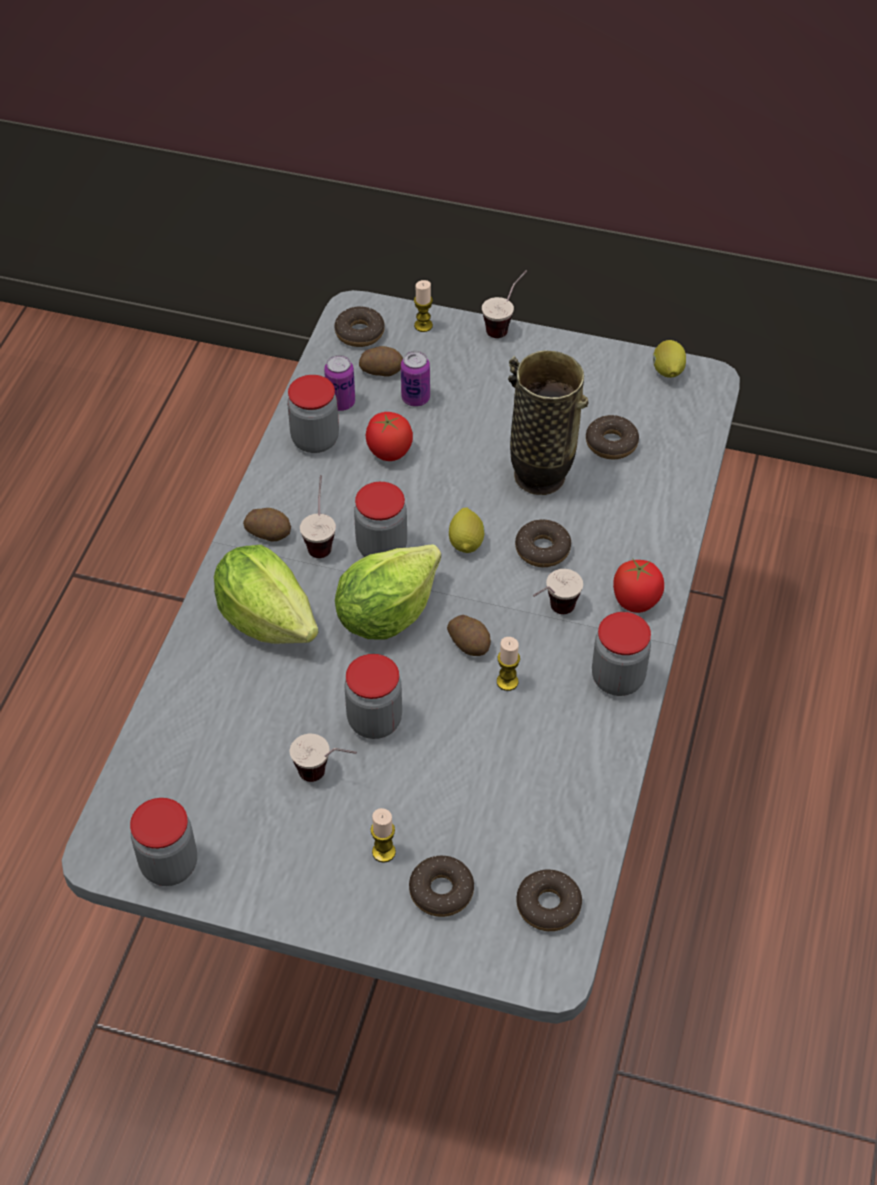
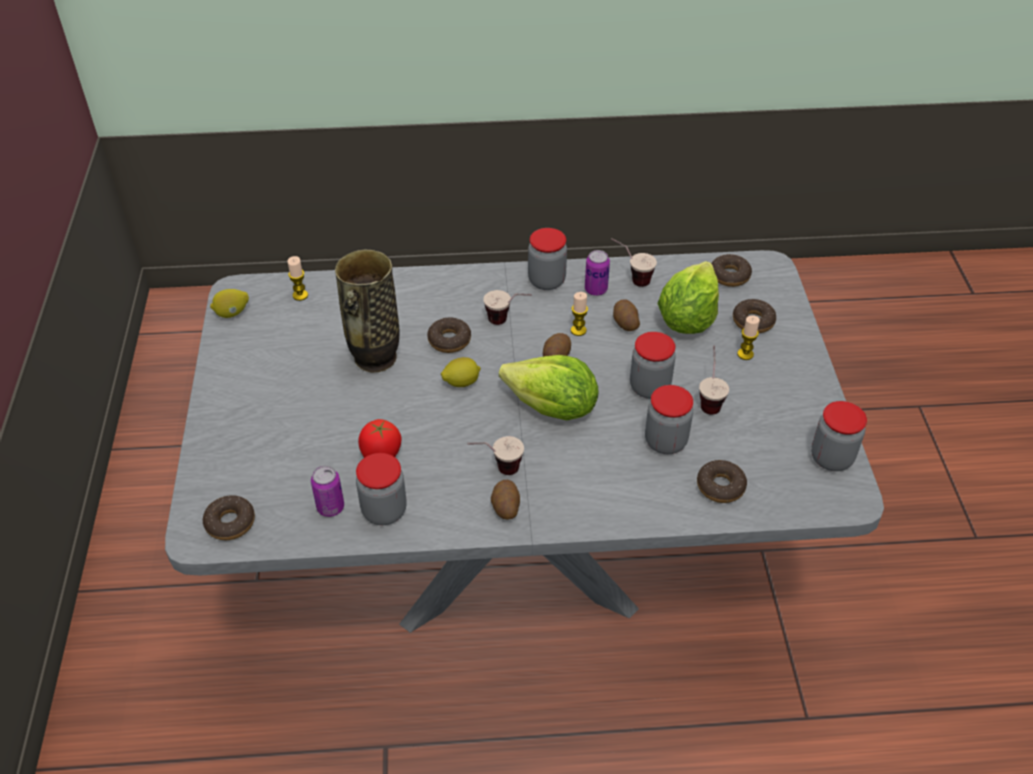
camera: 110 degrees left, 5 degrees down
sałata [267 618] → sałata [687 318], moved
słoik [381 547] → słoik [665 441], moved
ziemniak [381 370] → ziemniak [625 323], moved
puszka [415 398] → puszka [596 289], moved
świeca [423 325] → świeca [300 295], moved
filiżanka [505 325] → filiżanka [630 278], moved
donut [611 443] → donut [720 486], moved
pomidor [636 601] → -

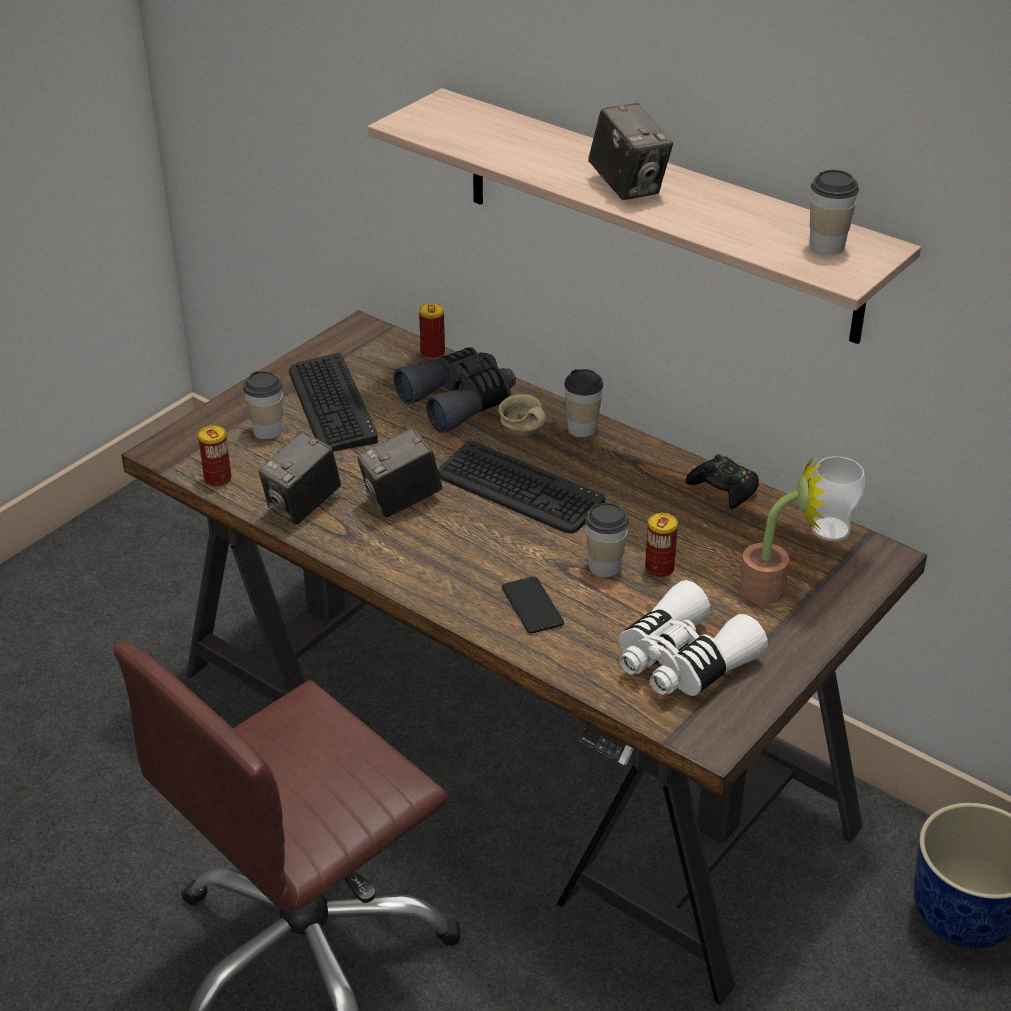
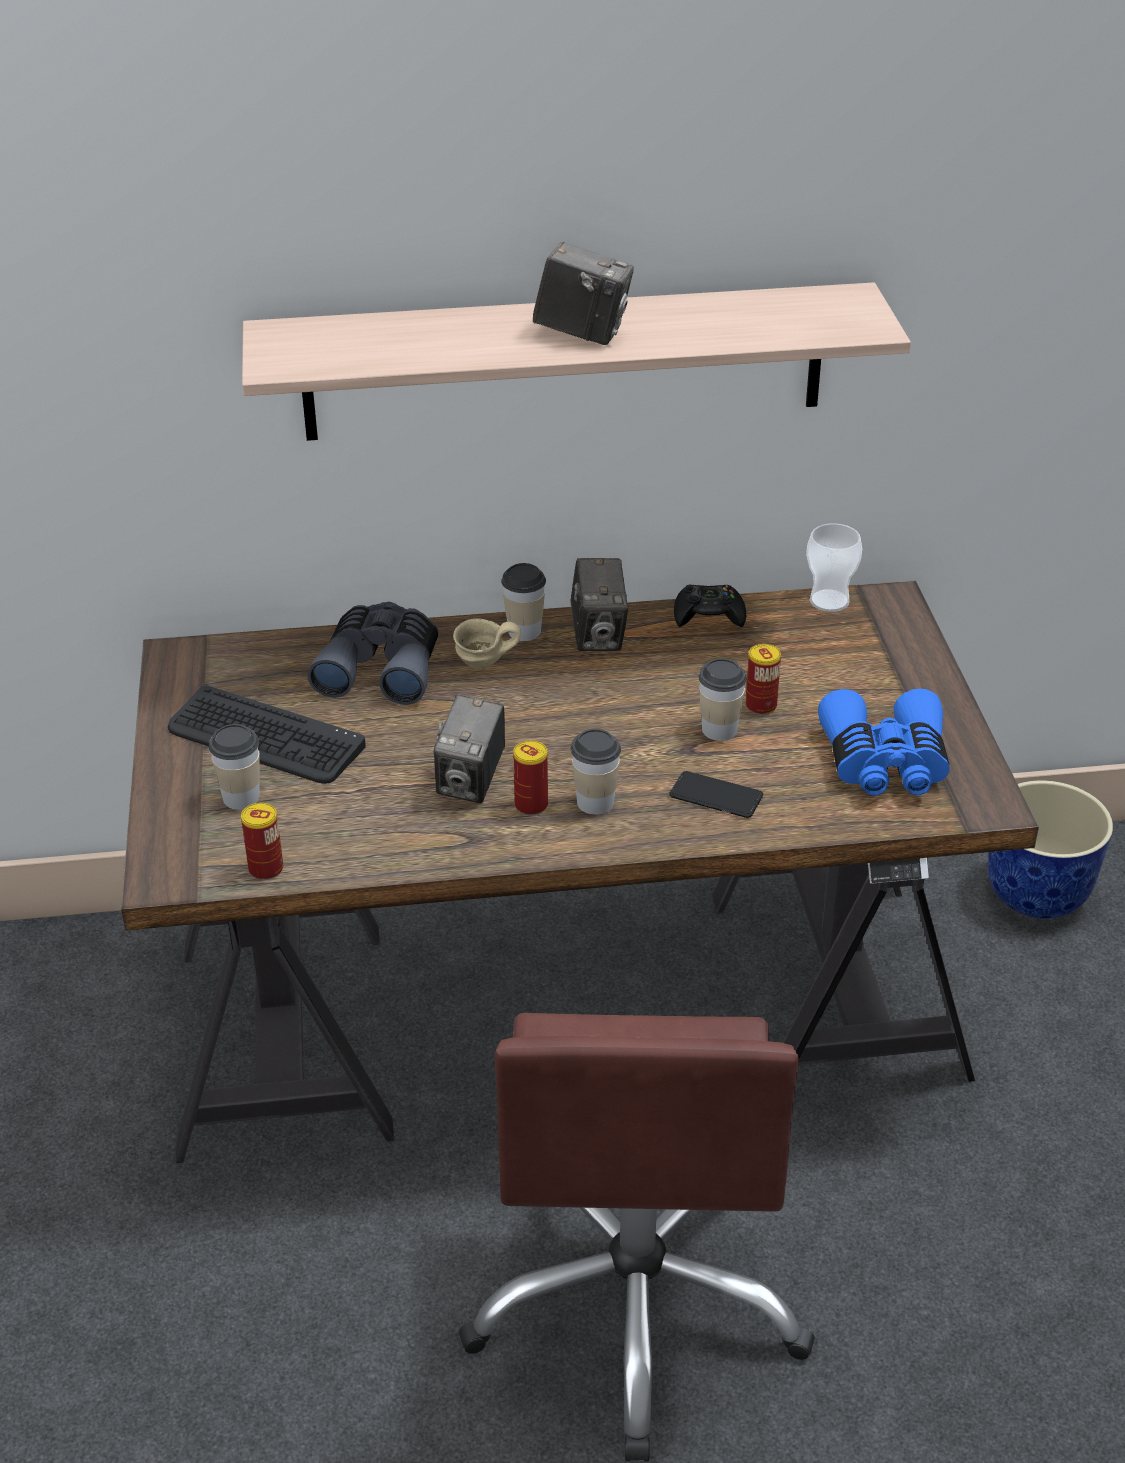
camera: 45 degrees left, 0 degrees up
aparat fotograficzny [303 506] → aparat fotograficzny [598 636], moved
puszka [432 353] → puszka [531 805], moved
klawiatura [519 490] → -
lornetka [biały] [682 661] → lornetka [niebieski] [885 763]
roślina doniczkowa [772 588] → -
filiżanka [827 246] → filiżanka [595 802], moved

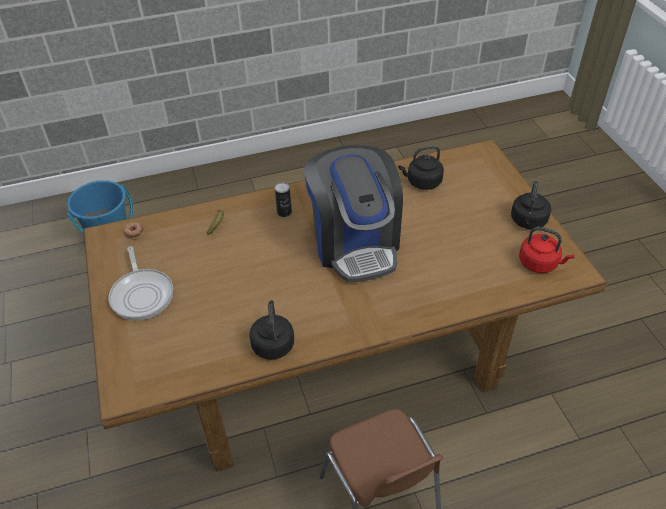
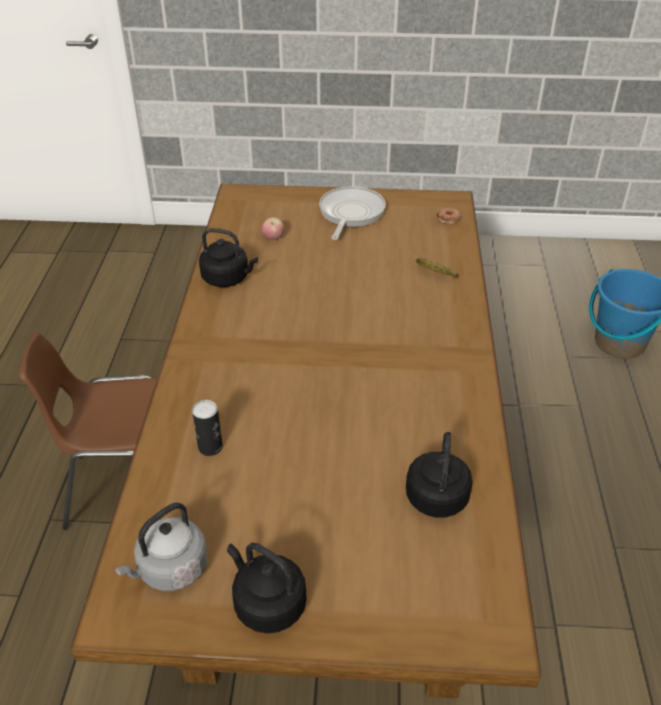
camera: 110 degrees right, 5 degrees down
patelnia [142 294] → patelnia [350 214], 105 degrees clockwise
puszka [284 212] → puszka [210 447], moved
ekspres do kawy [355 243] → -
czajnik [czerwony] [540 263] → czajnik [szary] [170 570]
- → jabłko [273 238]

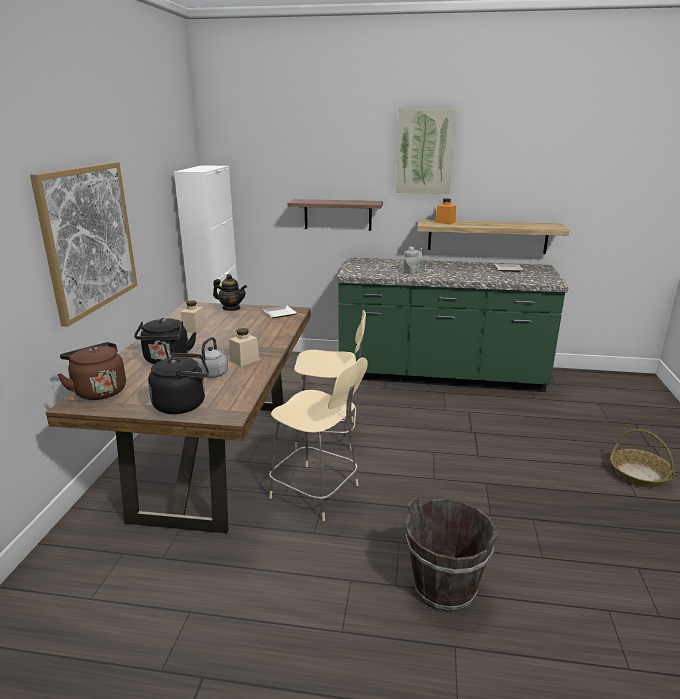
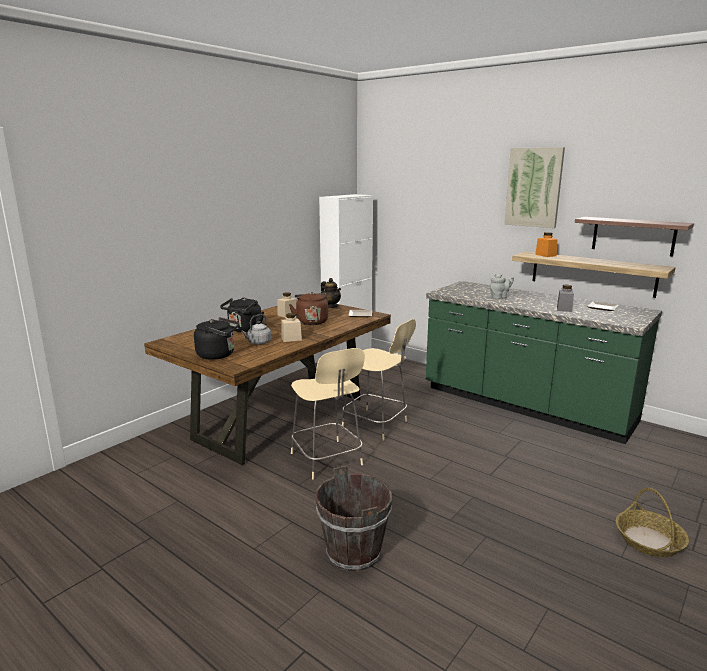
camera: 30 degrees right, 5 degrees down
obraz [89 238] → -
czajnik [brązowy] [98 391] → czajnik [brązowy] [311 321], moved
półka [337 214] → półka [633 236], moved
- → słoik [szary] [564 309]

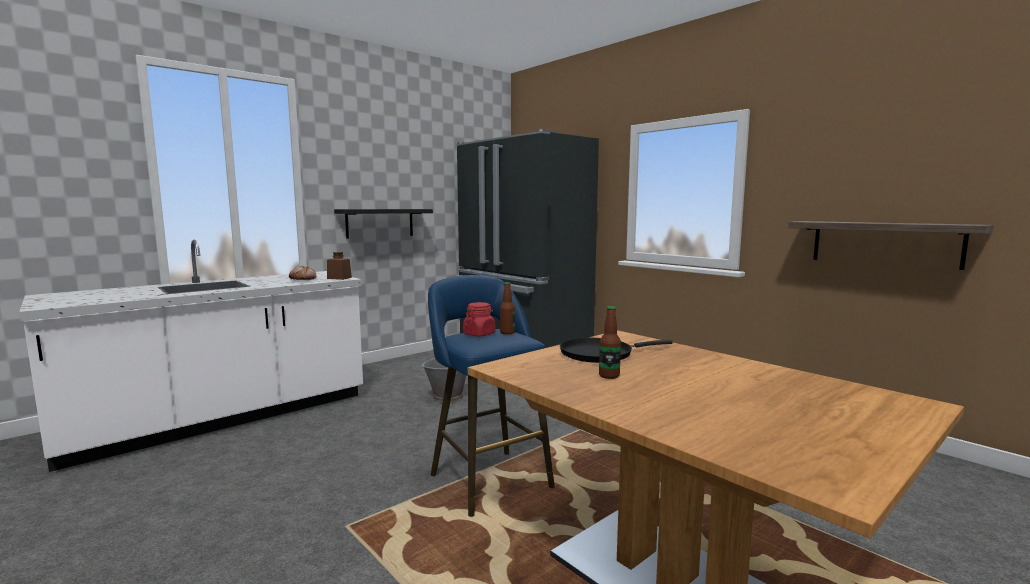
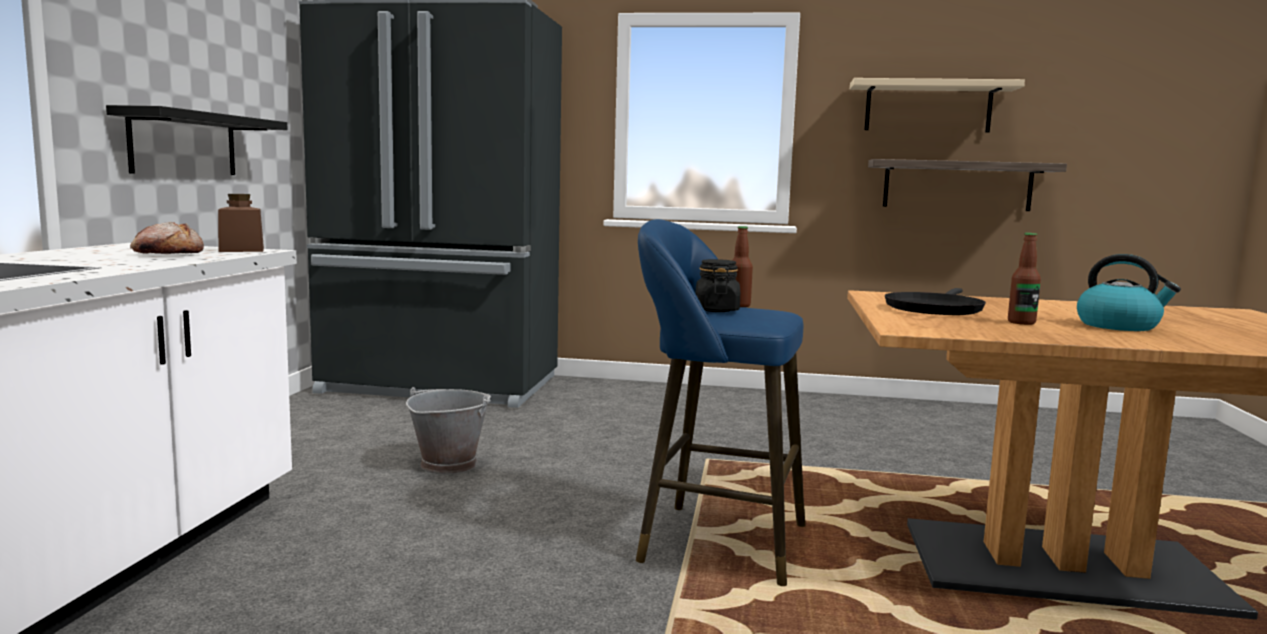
camera: 40 degrees left, 0 degrees up
słoik [czerwony] [479 334] → słoik [czarny] [716 310]
- → półka [beżowy] [928 107]
- → czajnik [1119 326]

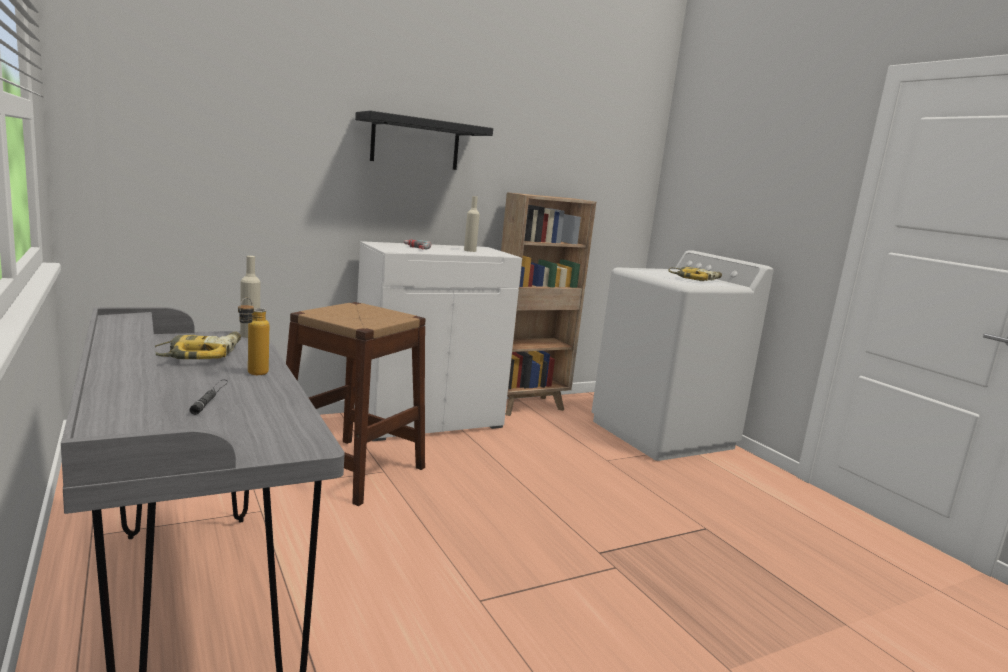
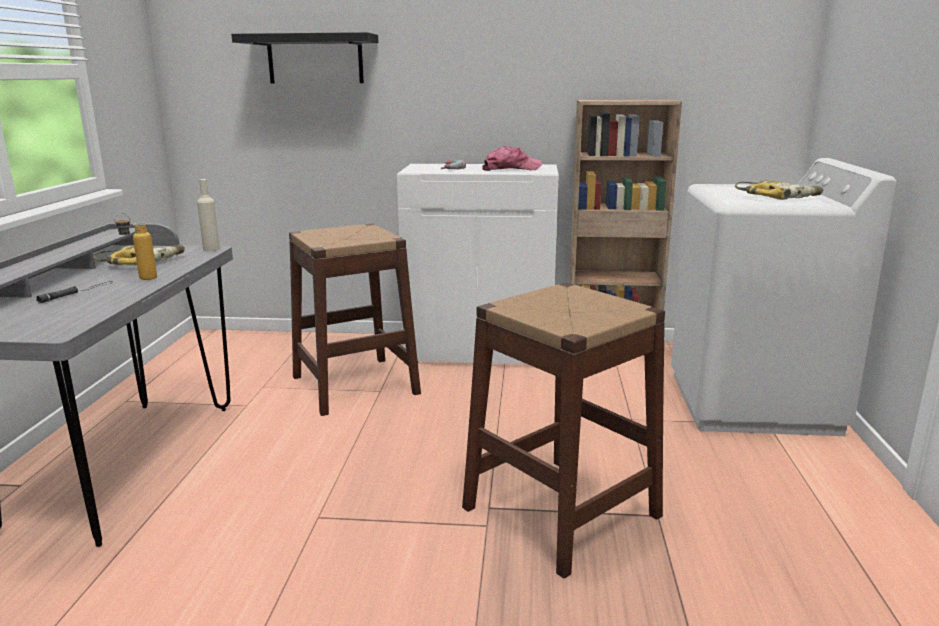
camera: 35 degrees right, 5 degrees up
półka [czarny] [415 143] → półka [czarny] [315 59], moved
butelka [beżowy] [470 250] → czapka z daszkiem [511 169]
- → stołek [brązowy] [561 512]

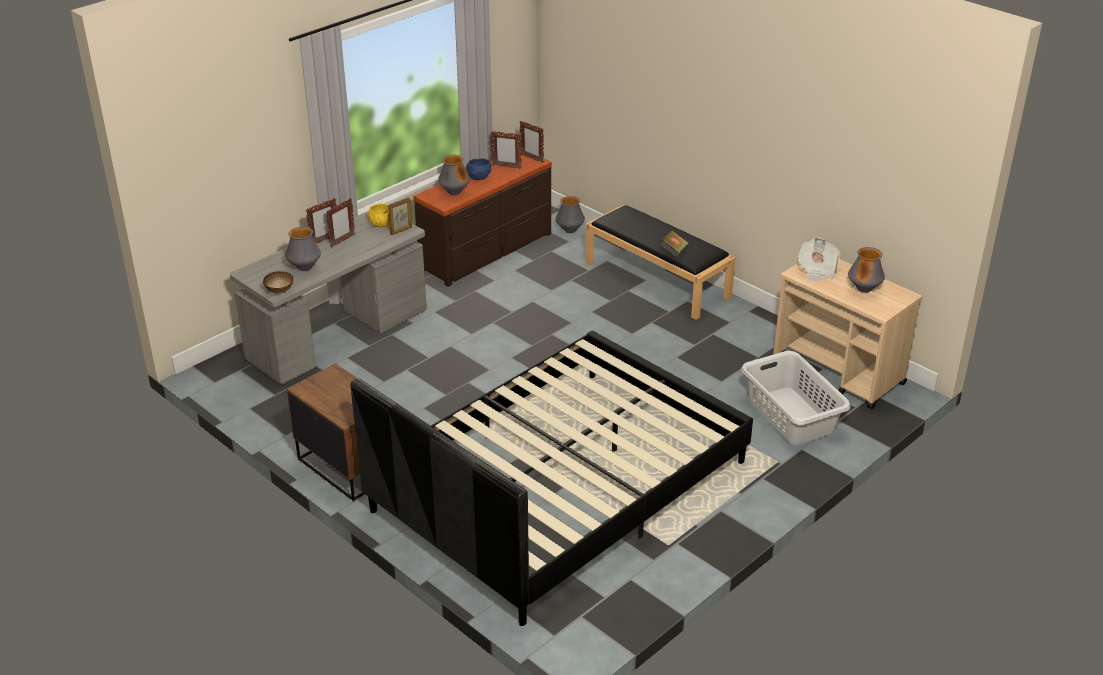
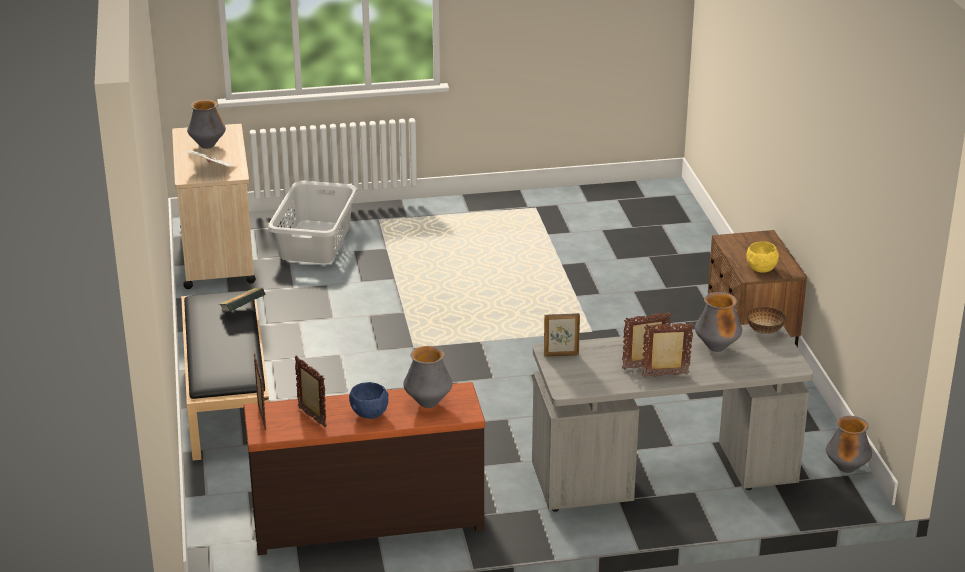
camera: 145 degrees left, 5 degrees down
łóżko [czarny] [559 486] → -
miska [żółty] [381 225] → miska [żółty] [761 269], moved
wazon [569 230] → wazon [846 469], moved

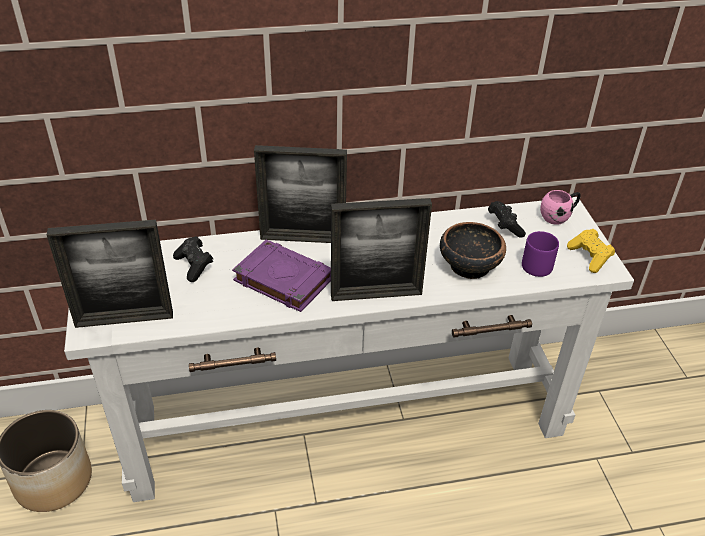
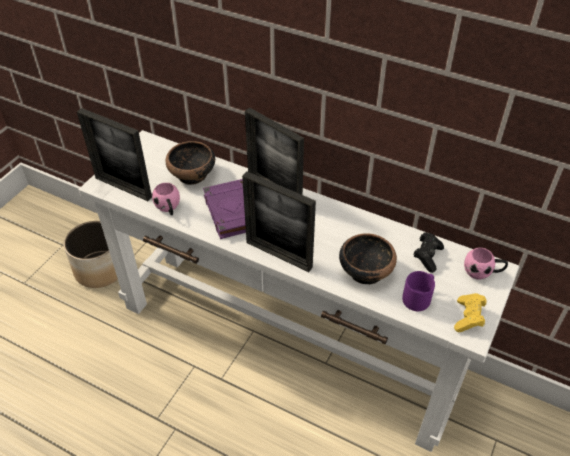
camera: 40 degrees right, 5 degrees up
pad do gier [czarny] [194 266] → miska [192 174]
- → kubek [różowy] [168 208]

